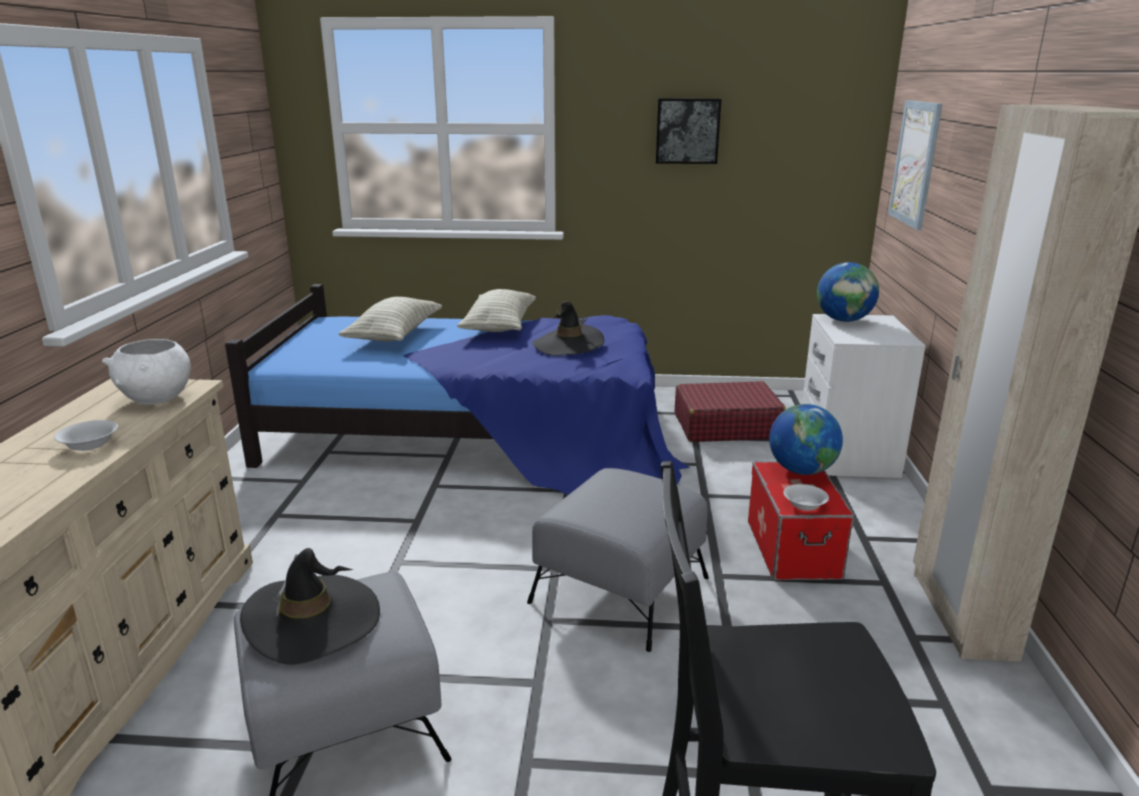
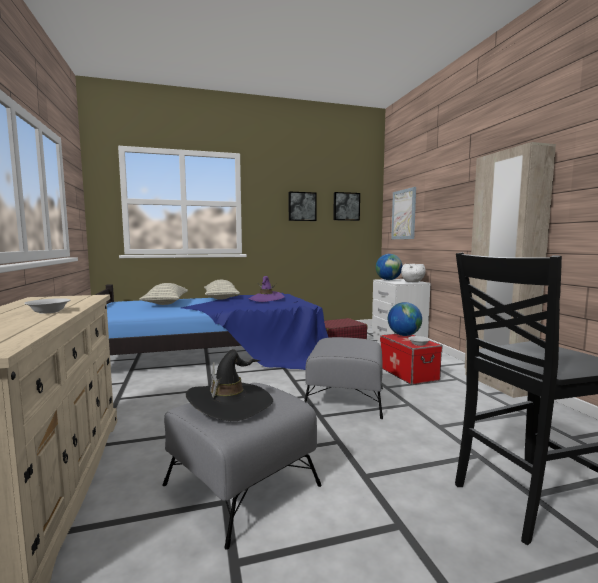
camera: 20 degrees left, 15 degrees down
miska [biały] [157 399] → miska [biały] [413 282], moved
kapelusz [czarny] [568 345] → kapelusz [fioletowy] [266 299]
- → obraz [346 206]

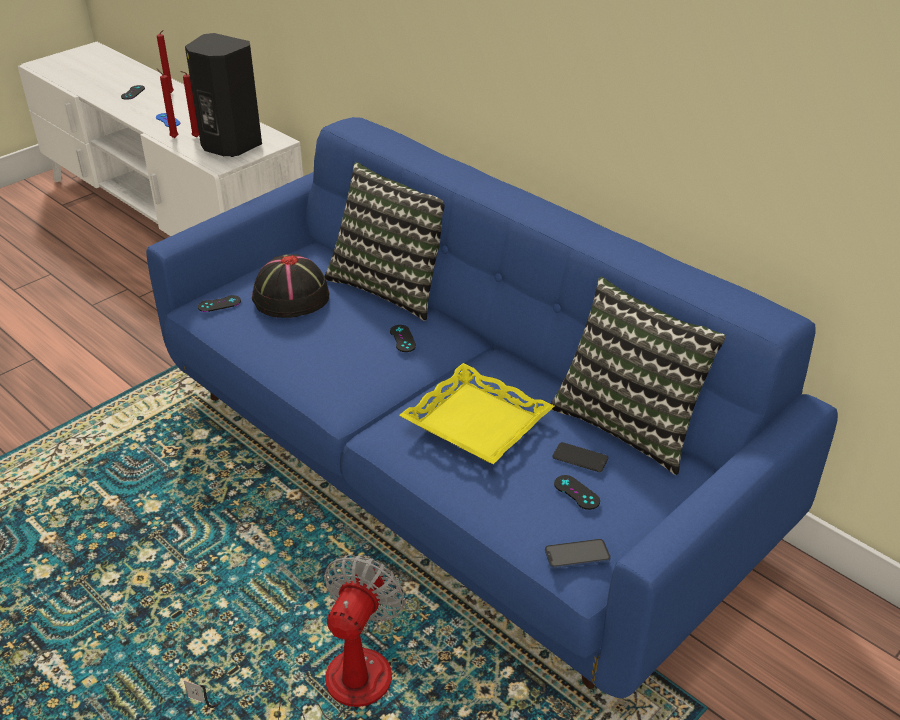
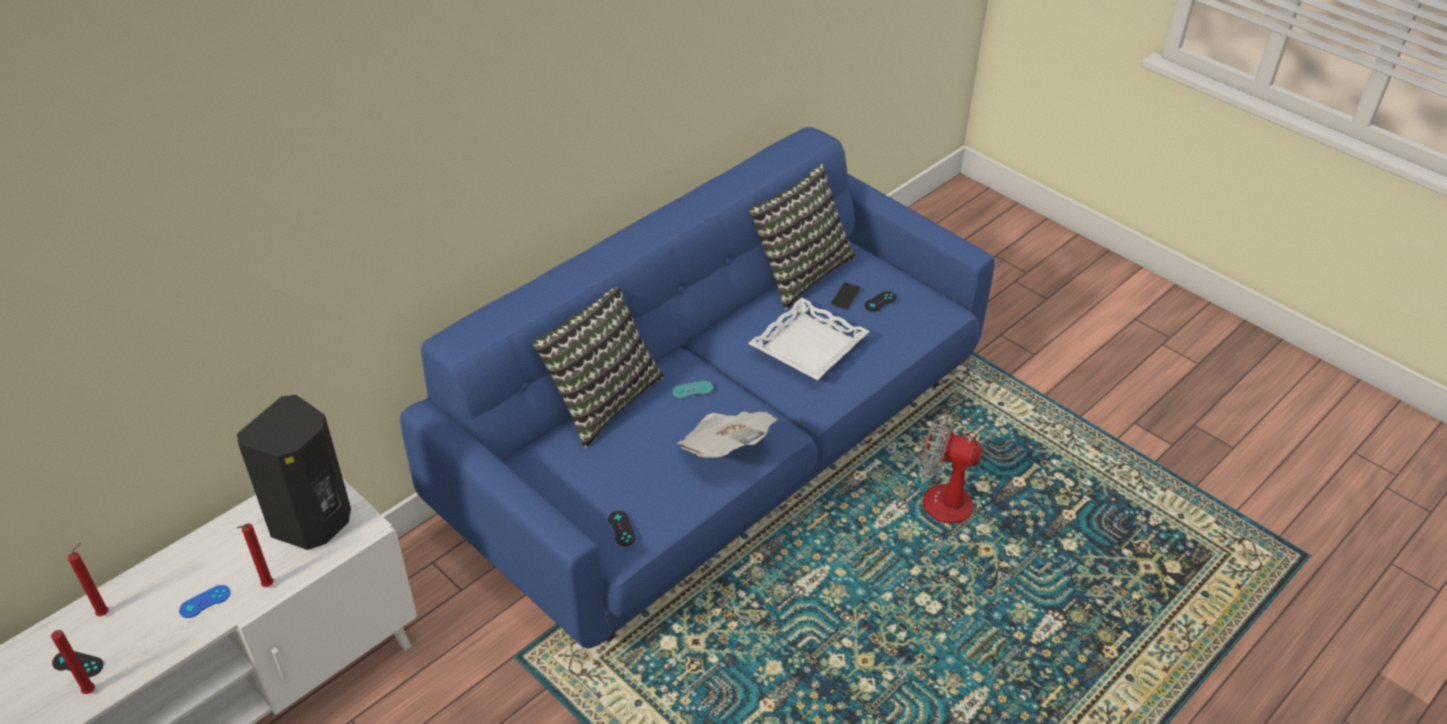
camera: 90 degrees left, 5 degrees up
świeca [czerwony] [195 138] → świeca [czerwony] [91 692], moved
kapelusz [czarny] [290 297] → -
pad do gier [czarny] [402 338] → pad do gier [turkusowy] [692 390]
taca [żółty] [476 422] → taca [biały] [809 346]
telefon [577 555] → -
- → gazeta [725 449]

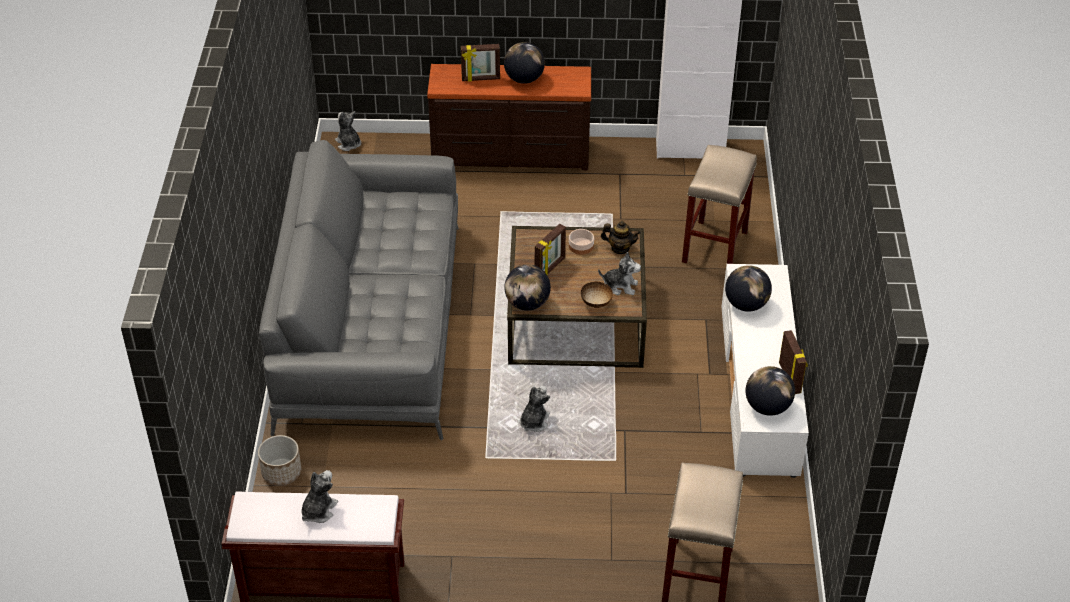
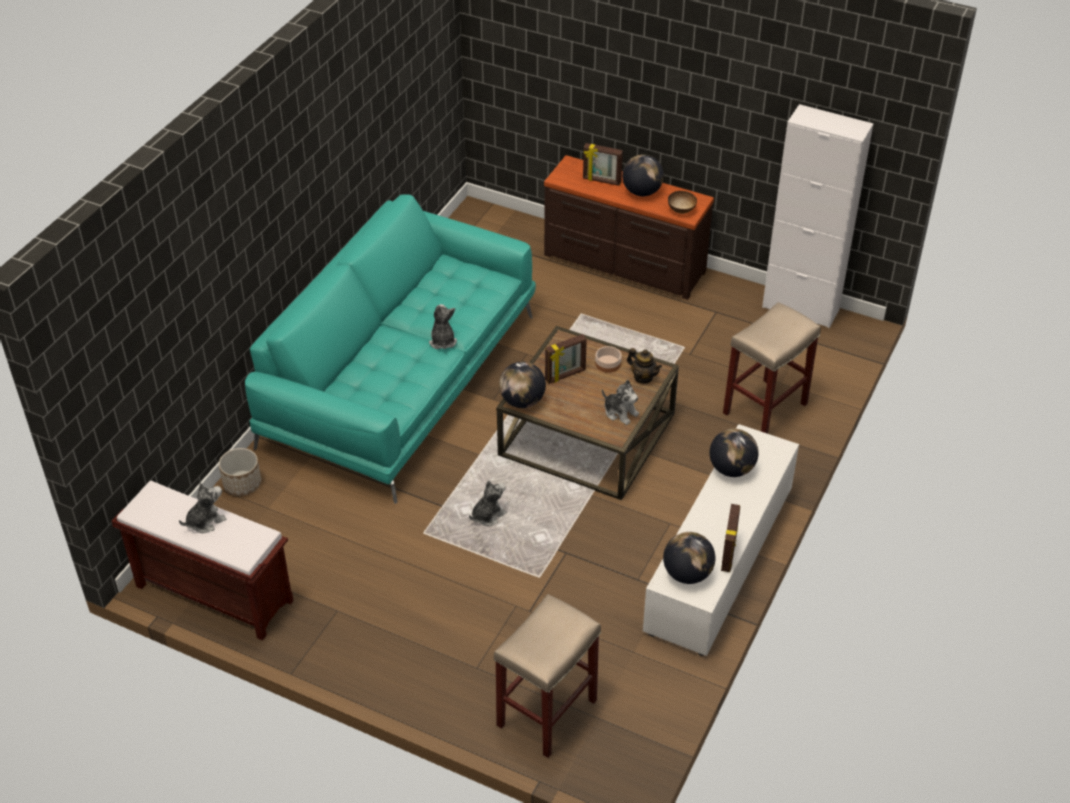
camera: 25 degrees right, 0 degrees up
kanapa [szary] [372 323] → kanapa [turkusowy] [401 378]
pluszak [348 144] → pluszak [442 341], moved
miska [596 303] → miska [681 210], moved

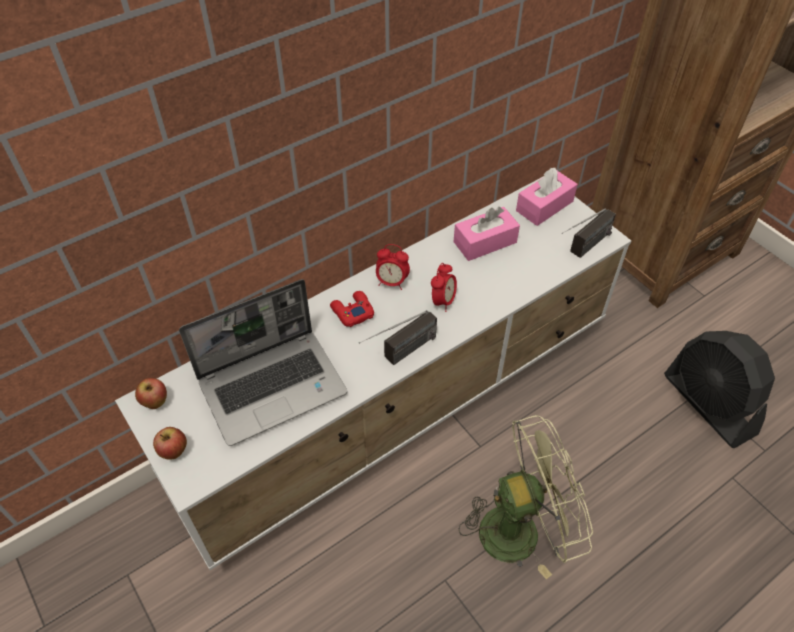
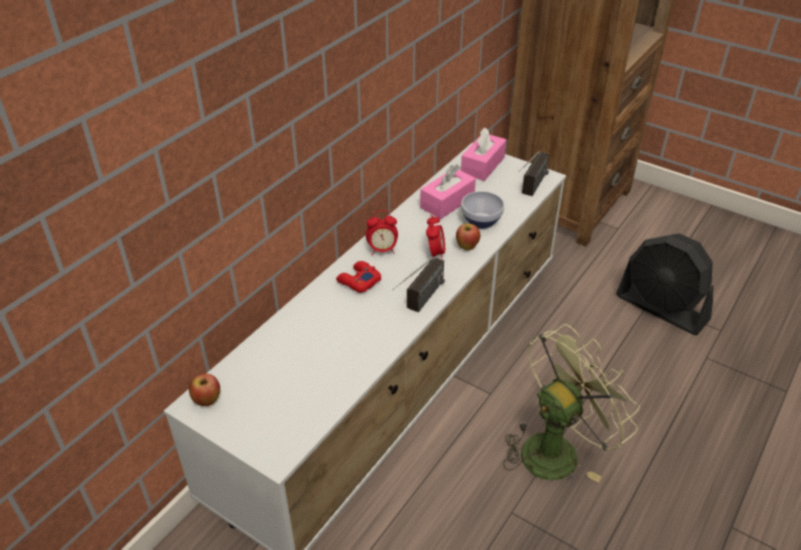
camera: 20 degrees left, 10 degrees down
jabłko [174 452] → jabłko [467 247], moved
laptop [273 386] → -
- → miska [481 220]

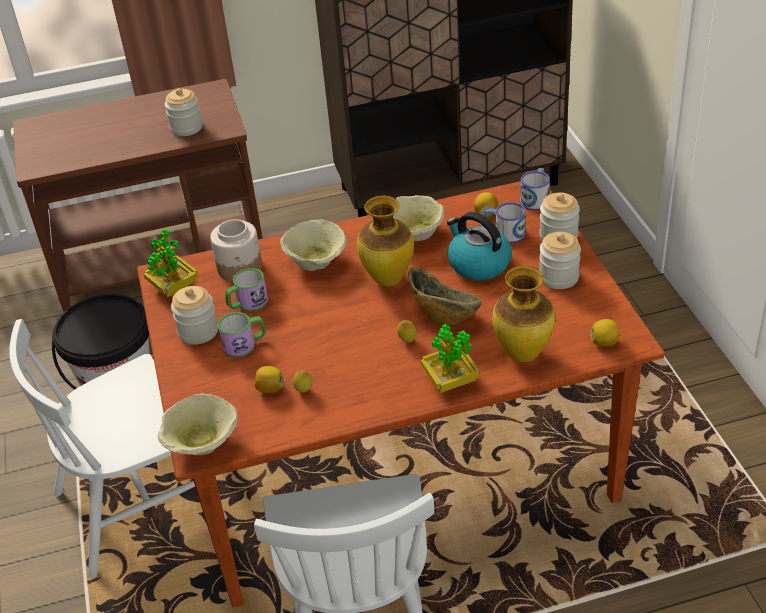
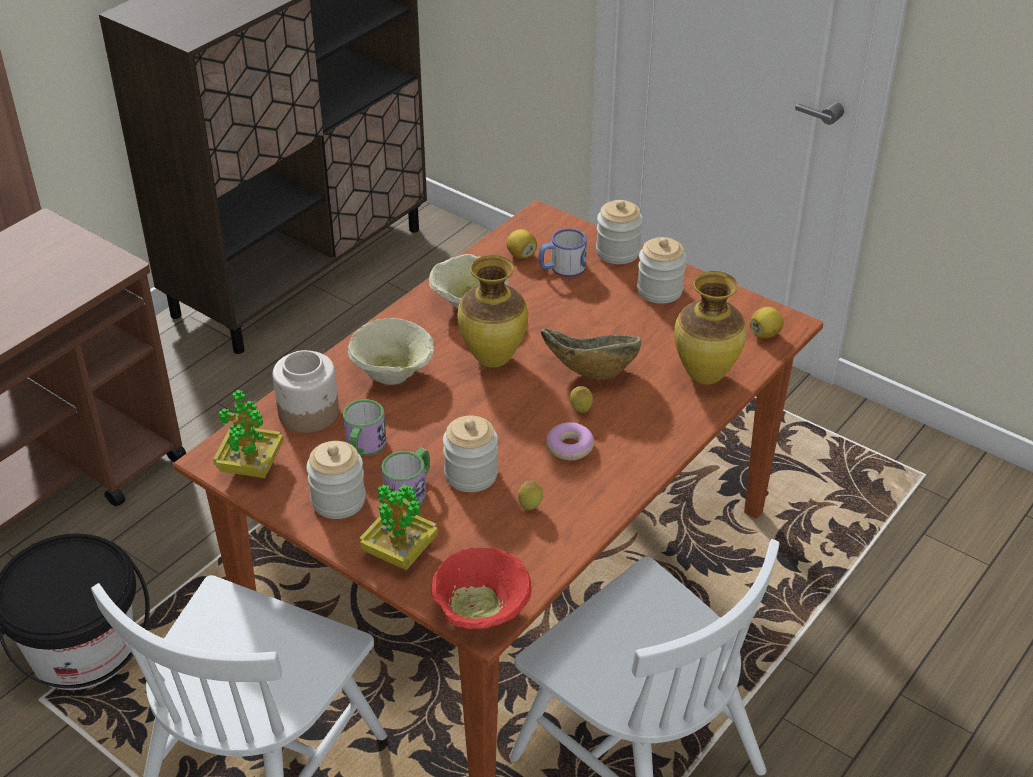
camera: 40 degrees left, 0 degrees up
miska [beżowy] [202 445] → miska [czerwony] [482 613]
słoik [186 128] → słoik [471 474], moved
cytryna [270 389] → -
roślina doniczkowa [450 381] → roślina doniczkowa [400 553], moved
czajnik [478 264] → -
kubek [536 198] → -
- → donut [569 447]

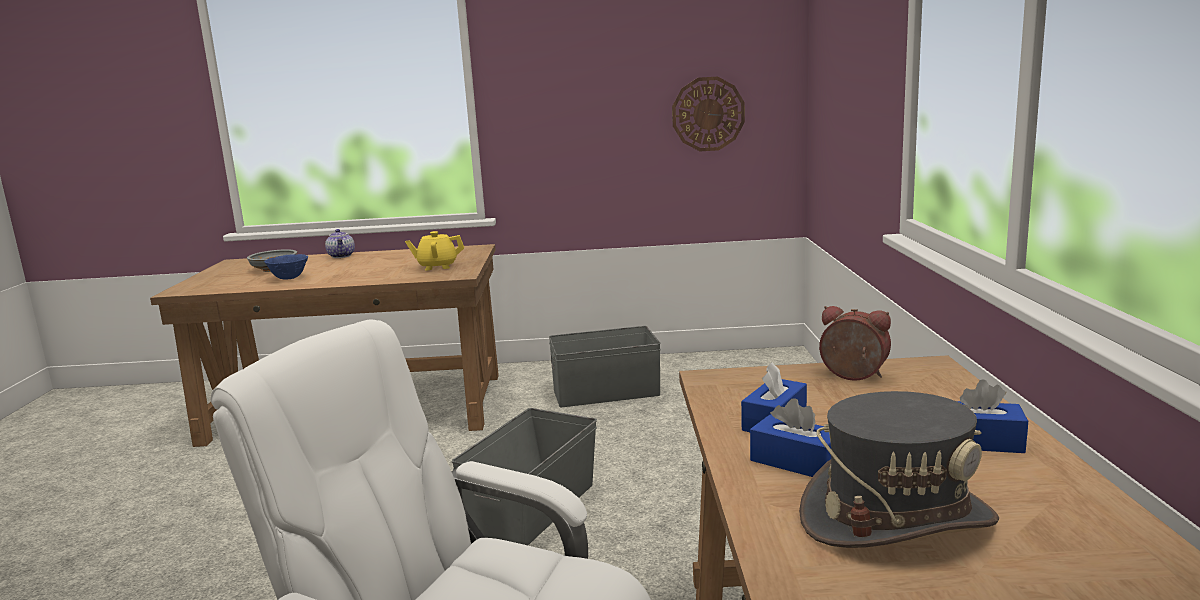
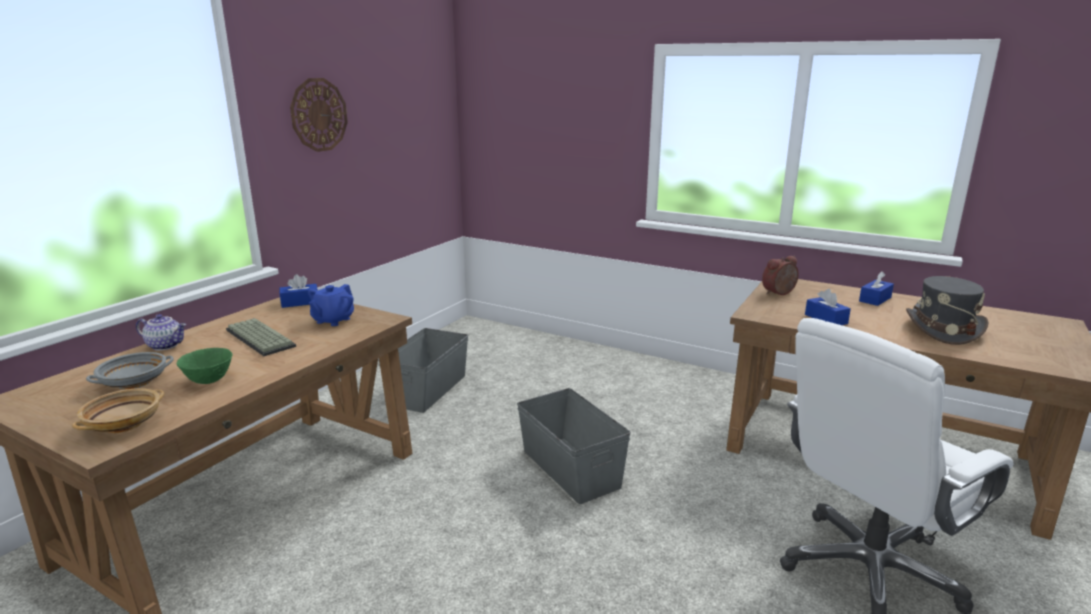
camera: 60 degrees left, 5 degrees up
miska [niebieski] [289 278] → miska [zielony] [209 380]
imbryk [żółty] [437 266] → imbryk [niebieski] [333 320]
zegar ścienny [708 114] → zegar ścienny [319 115], moved
pudełko chusteczek [niebieski] [796 462] → pudełko chusteczek [niebieski] [300 302], moved
- → miska [beżowy] [124 424]
- → klawiatura [258 338]

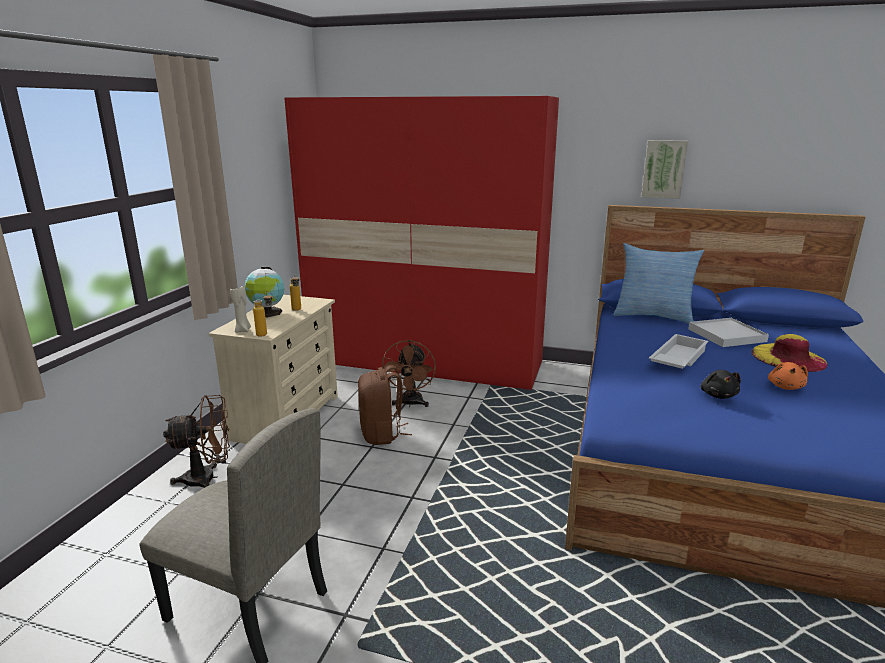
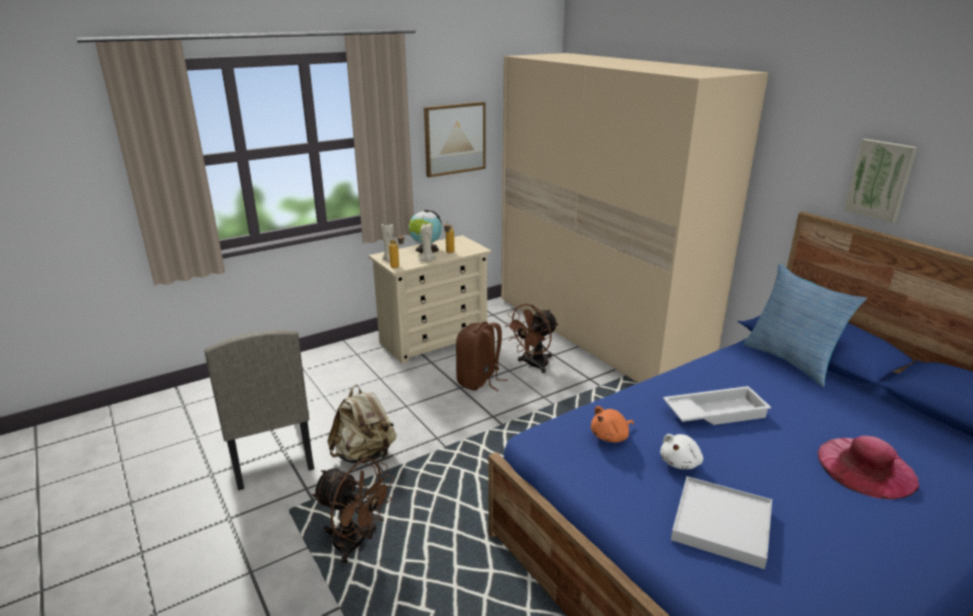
camera: 40 degrees right, 5 degrees up
wentylator [brązowy] [208 478] → wentylator [brązowy] [356 544], moved
szafa [czerwony] [425 361] → szafa [beżowy] [597 332]
taca [biały] [726 335] → taca [biały] [721 524], moved
pluszak [czarny] [718 395] → pluszak [biały] [681 462]
kapelusz [żółty] [788 358] → kapelusz [różowy] [866 467]
pluszak [pomarańczowy] [785 387] → pluszak [pomarańczowy] [611 436], moved
- → plecak [beżowy] [364 455]
- → świeca [beżowy] [427 260]
- → obraz [454 138]

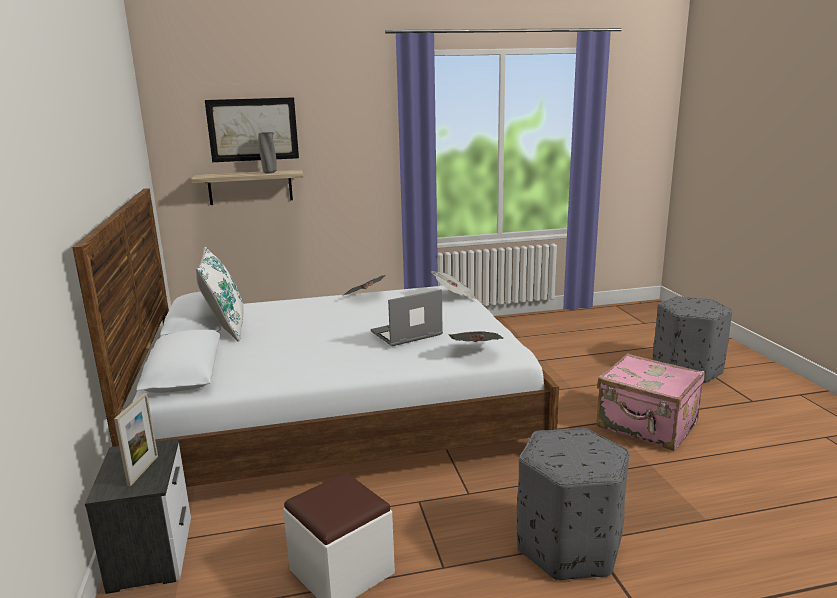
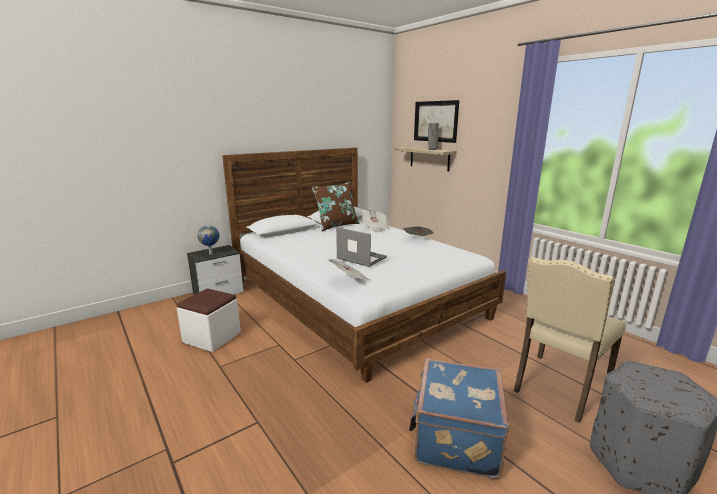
camera: 65 degrees right, 0 degrees up
ramka na zdjęcie [143 470] → globus [211 254]
poduszka [biały] [225 328] → poduszka [brązowy] [336 225]
gazeta [454 296] → gazeta [375 228], moved
pufa [szary] [568 546] → -
walizka [różowy] [646 426] → walizka [niebieski] [454 438]
- → krzesło [beżowy] [558 387]

